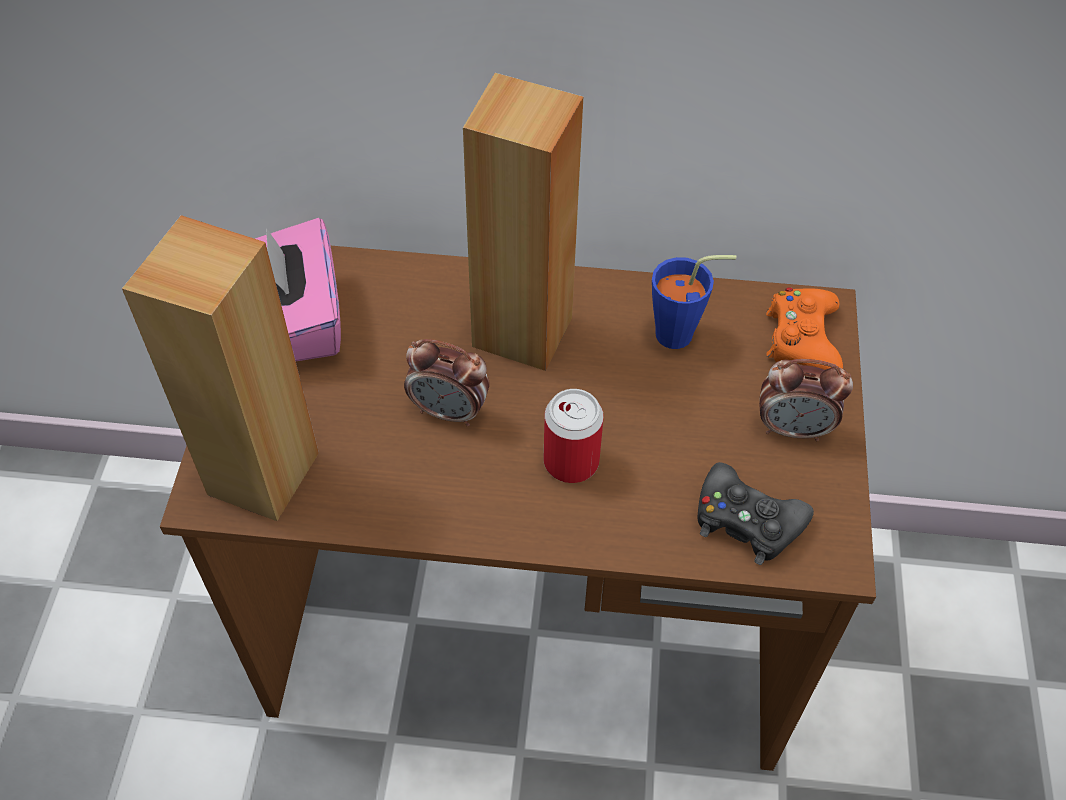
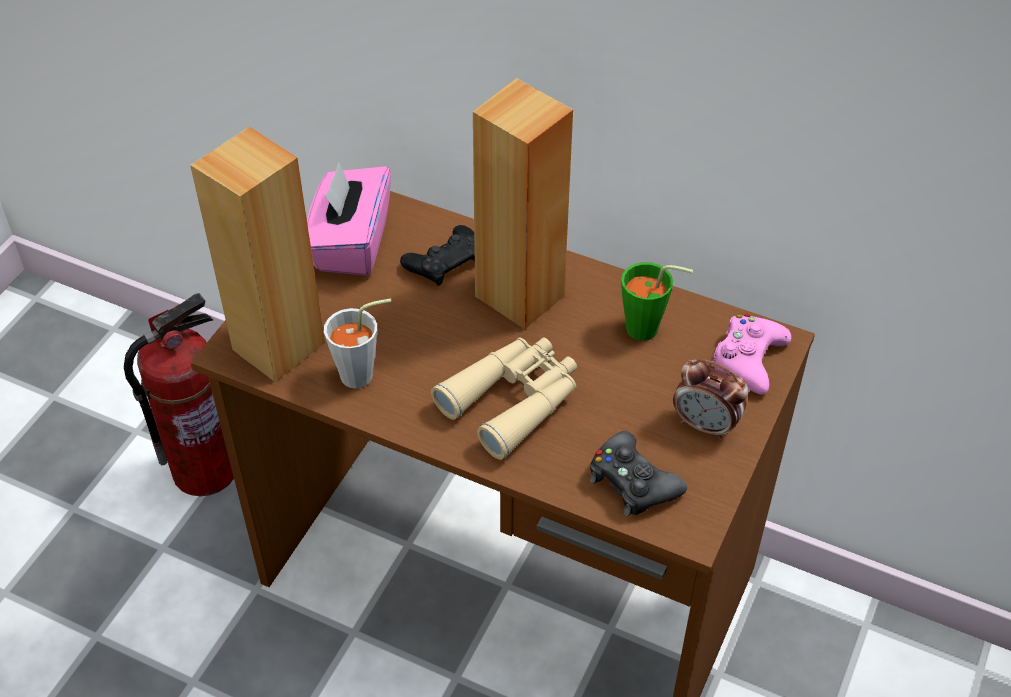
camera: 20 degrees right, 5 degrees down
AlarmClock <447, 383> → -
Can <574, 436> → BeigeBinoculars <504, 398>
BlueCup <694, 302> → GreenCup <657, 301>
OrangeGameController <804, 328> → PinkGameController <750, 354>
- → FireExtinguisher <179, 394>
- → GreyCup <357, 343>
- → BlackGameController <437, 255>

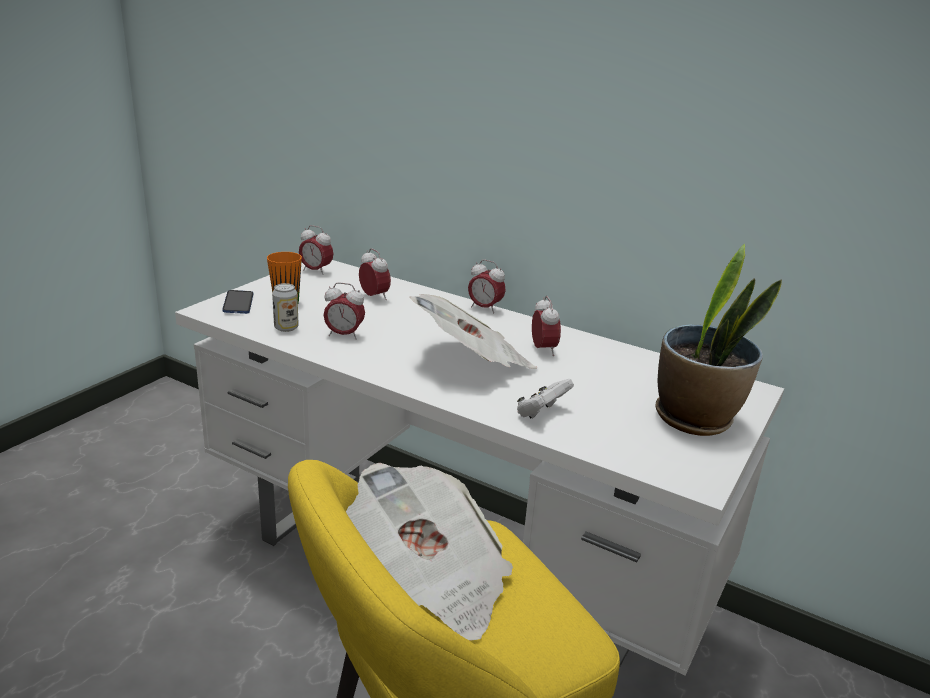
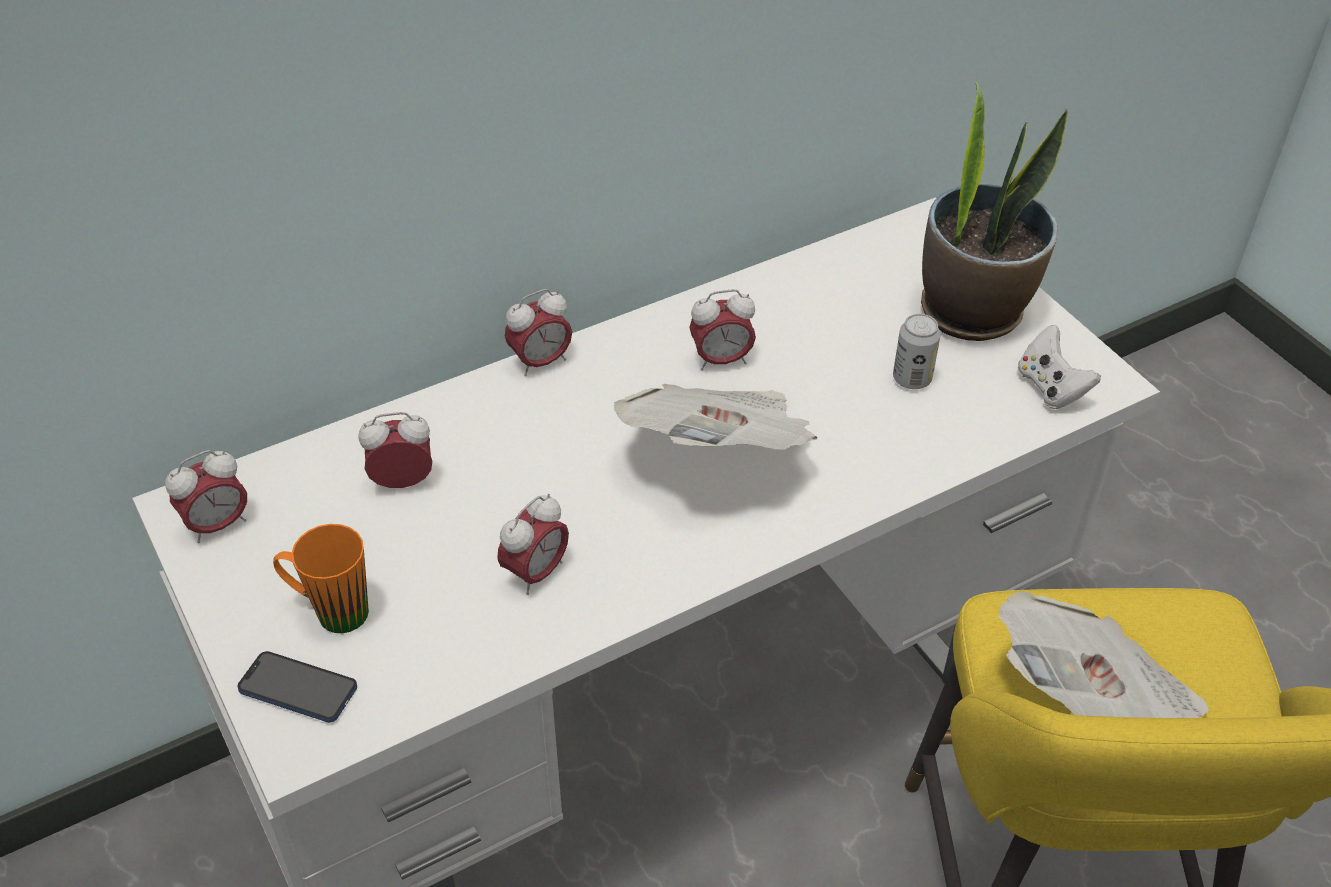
camera: 60 degrees left, 20 degrees up
Can <285, 307> → Can <917, 351>, move
WhiteGameController <545, 398> → WhiteGameController <1059, 367>, move
AlarmClock <546, 326> → AlarmClock <723, 330>, 150 degrees clockwise

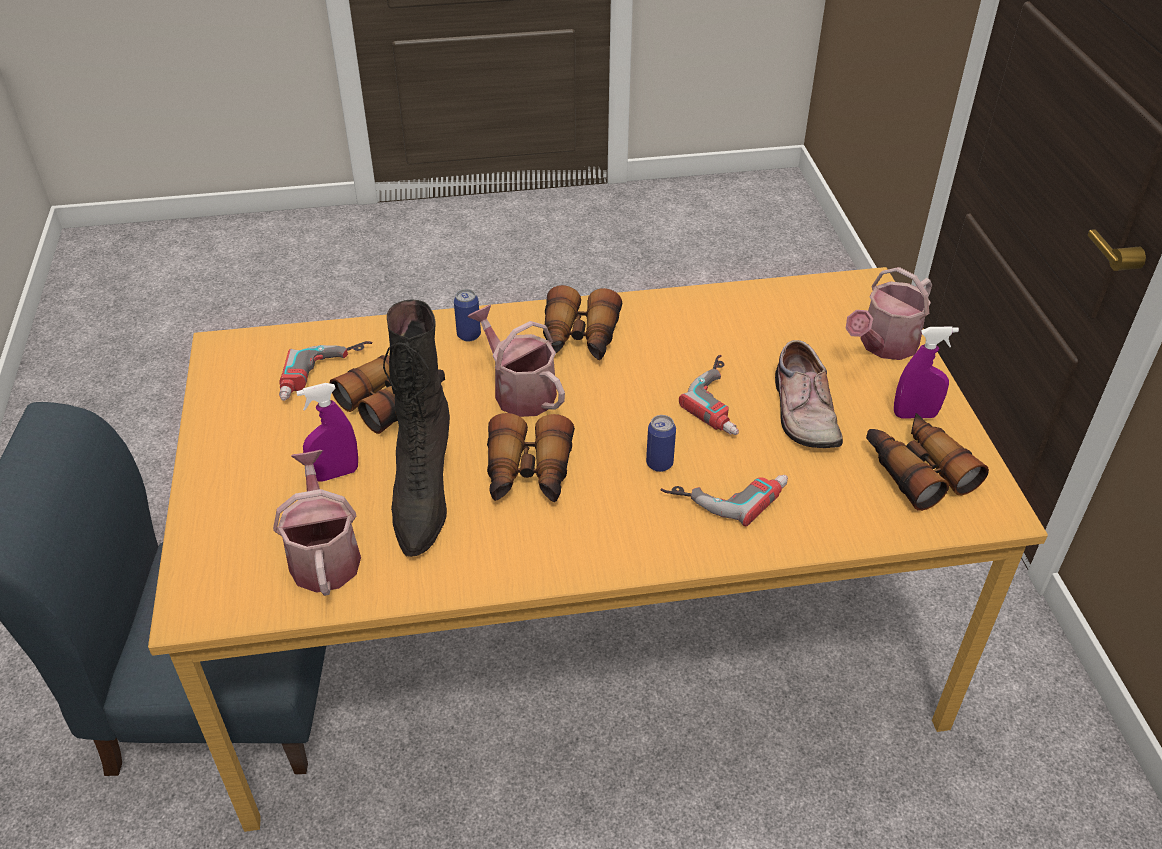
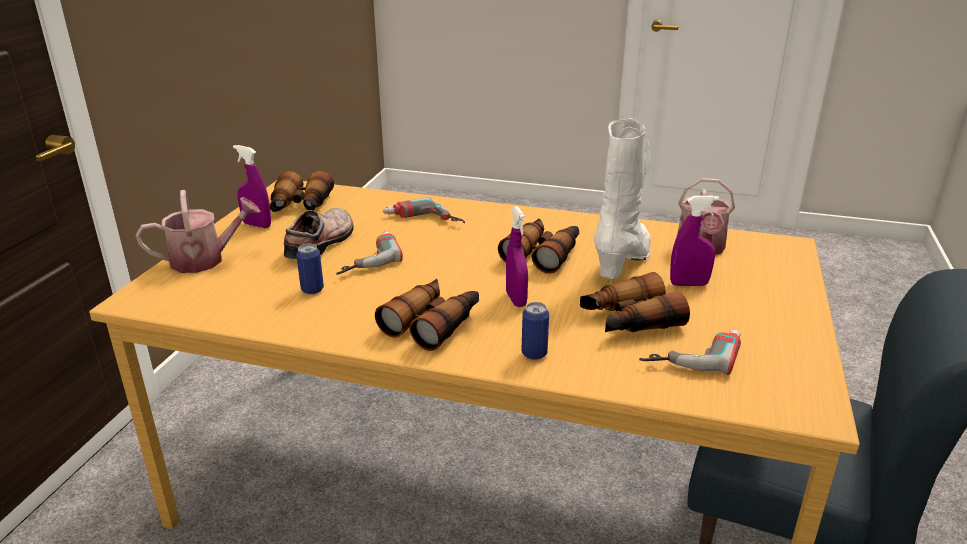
camera: 155 degrees left, 15 degrees down
BlackBoot <416, 428> → WhiteBoot <622, 198>
WateringCan <516, 361> → PurpleSprayBottle <517, 256>
Can <661, 443> → Can <310, 269>, move

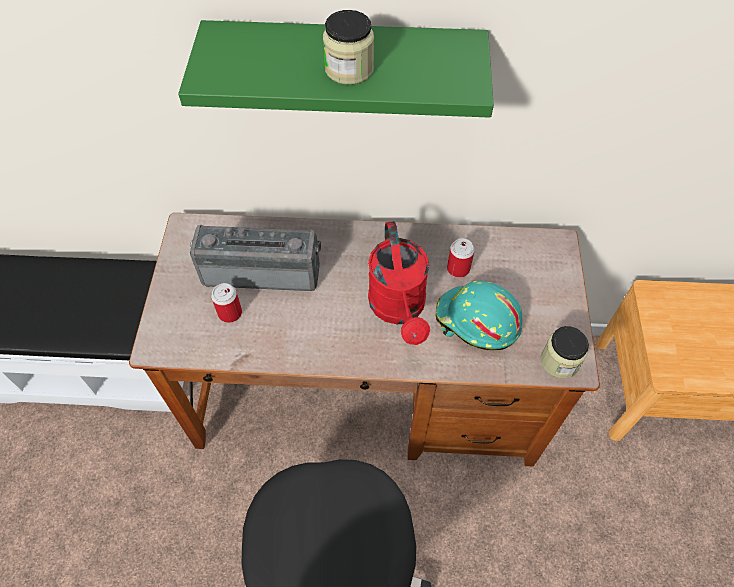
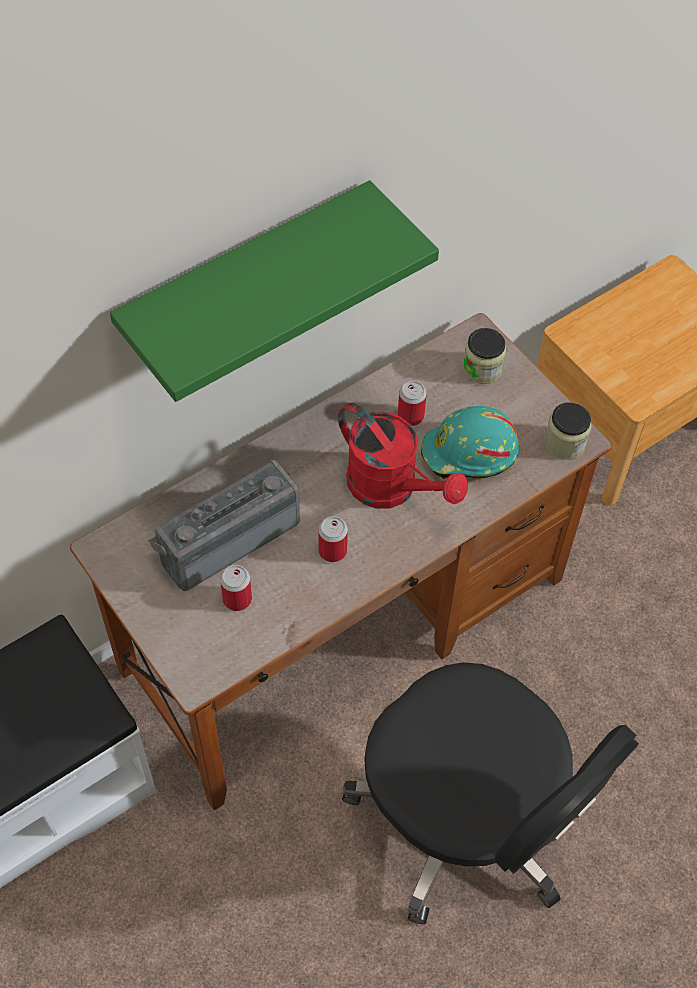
camera: 40 degrees left, 0 degrees up
Jar <348, 47> → Jar <484, 356>, move
- → Can <333, 539>

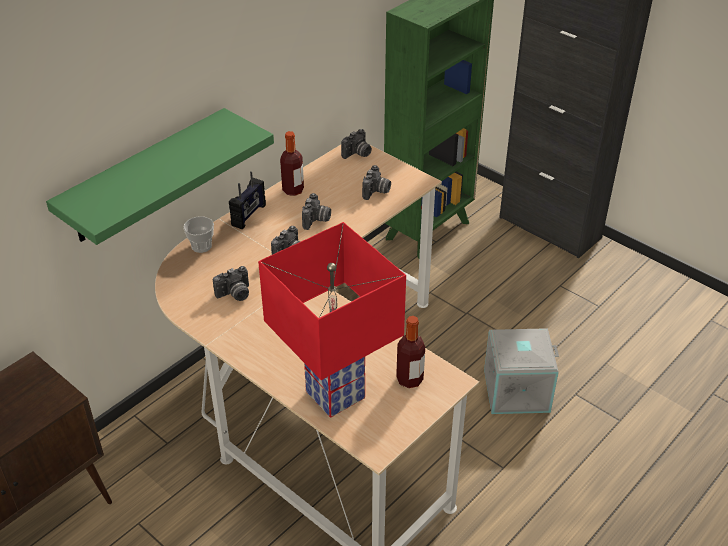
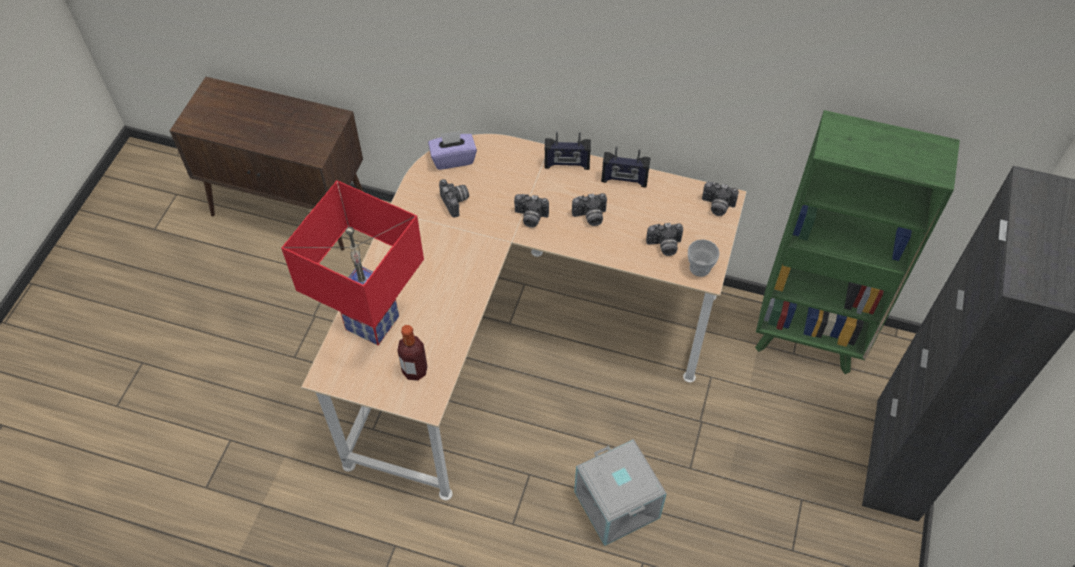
camera: 65 degrees right, 15 degrees up
GreenShelf <160, 176> → -
Cup <198, 234> → Cup <704, 258>, move
PhotoCamera <231, 283> → PhotoCamera <454, 198>, 150 degrees counterclockwise
Bottle <292, 163> → Radio <625, 166>
- → PurpleTissueBox <452, 150>

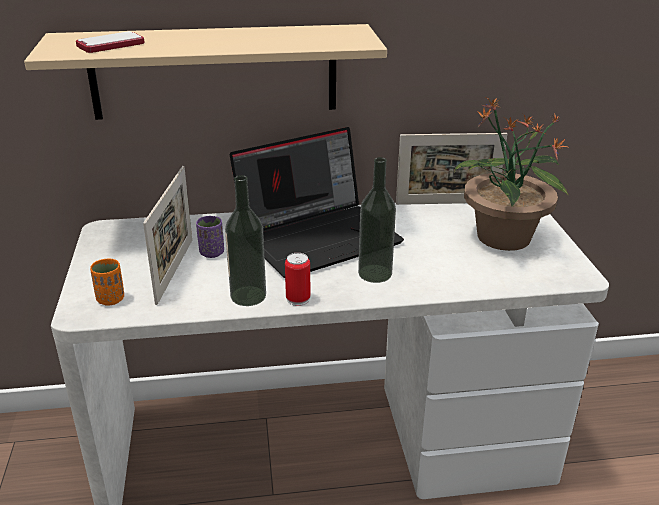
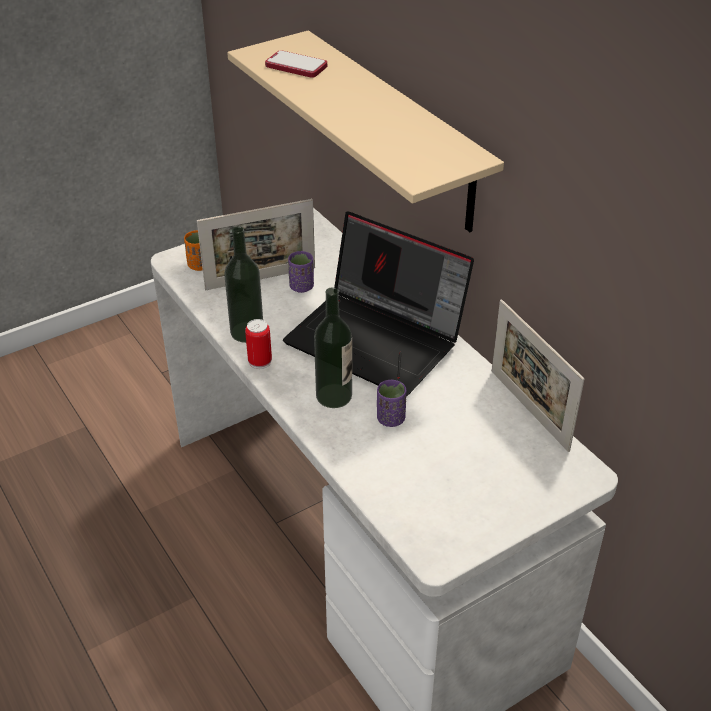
camera: 65 degrees right, 10 degrees up
PottedPlant <511, 174> → -
- → PurpleCup <391, 403>

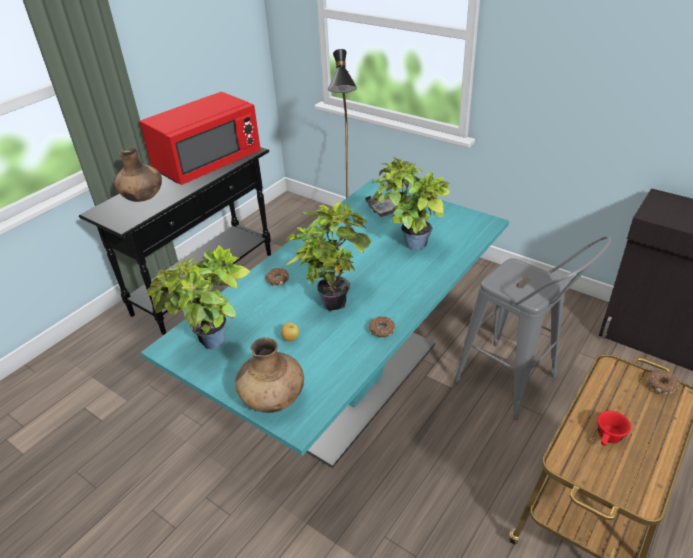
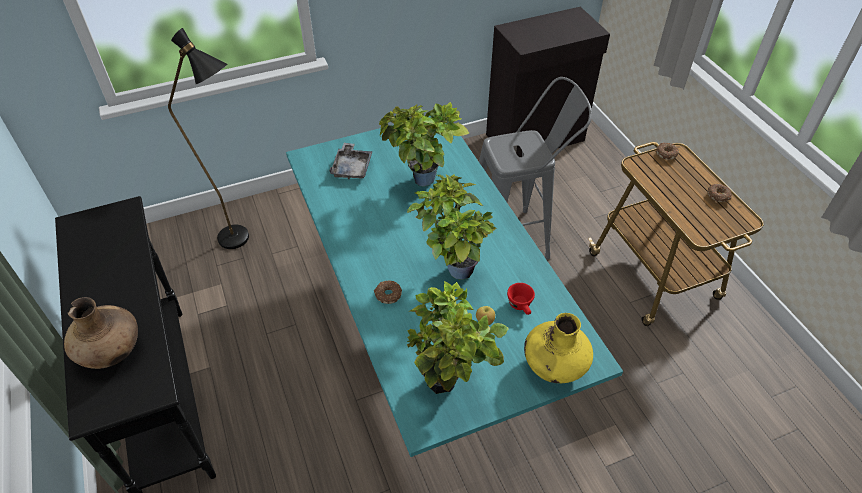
camera: 60 degrees left, 10 degrees up
RedMicrowave <200, 138> → -
BrownVase <269, 375> → YellowVase <558, 348>
Donut <381, 326> → Donut <719, 193>, move
RedCup <614, 428> → RedCup <521, 299>, move

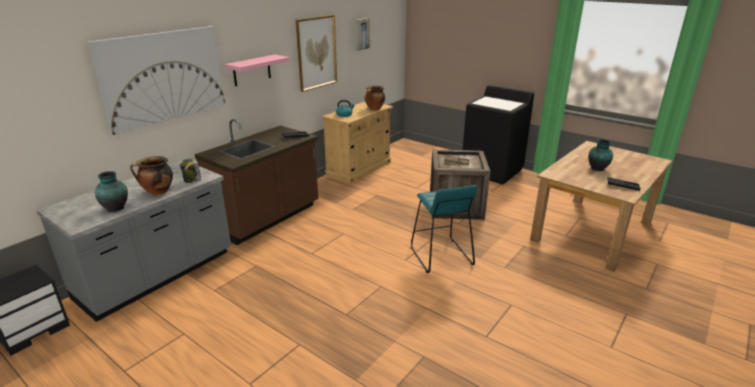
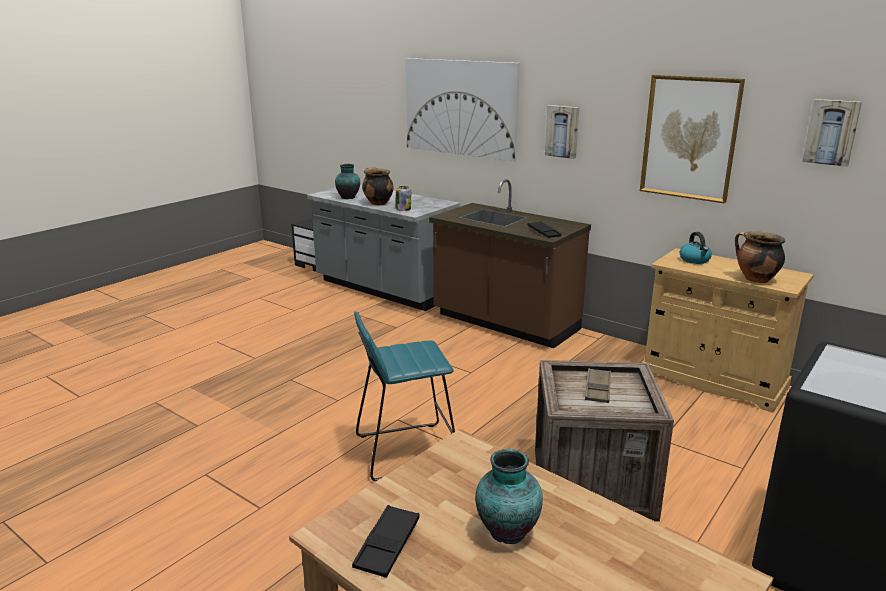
camera: 90 degrees right, 5 degrees down
PinkShelf <257, 70> → Picture <562, 132>

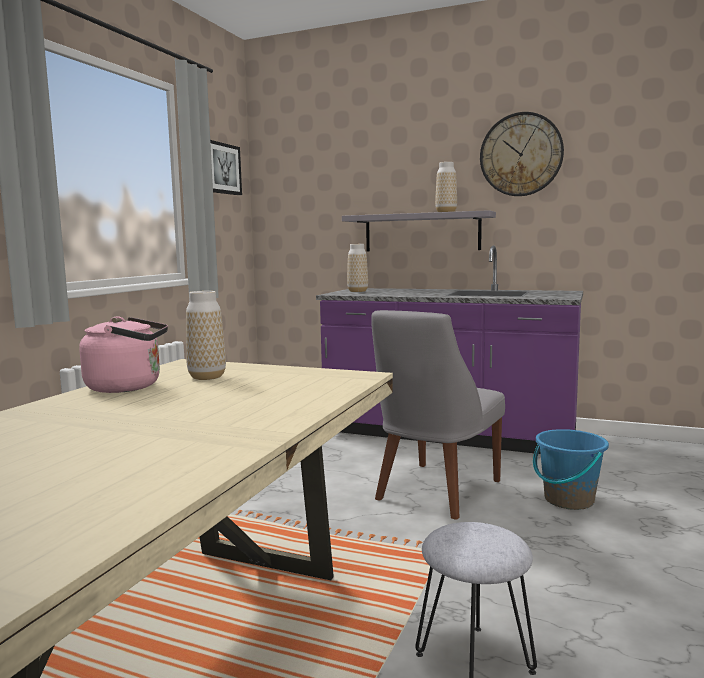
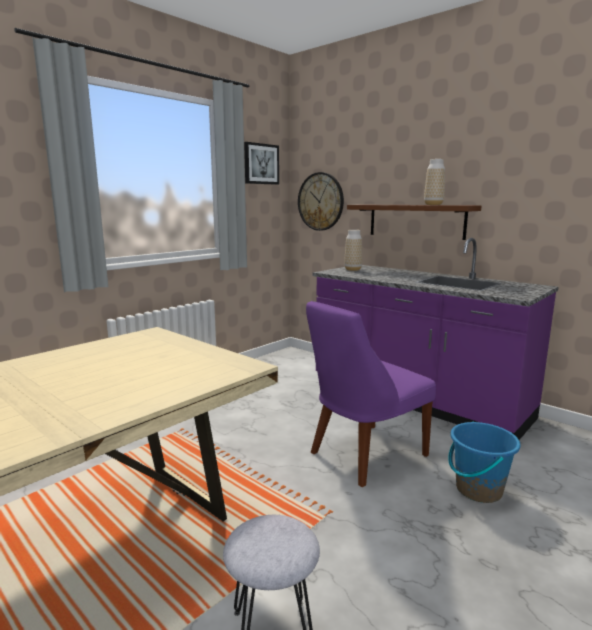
camera: 20 degrees right, 5 degrees up
PinkKettle <123, 354> → -
Vase <206, 335> → -
GreyShelf <419, 230> → BrownShelf <414, 222>
GreyChair <438, 415> → PurpleChair <371, 394>
WallClock <522, 154> → WallClock <321, 201>, move

